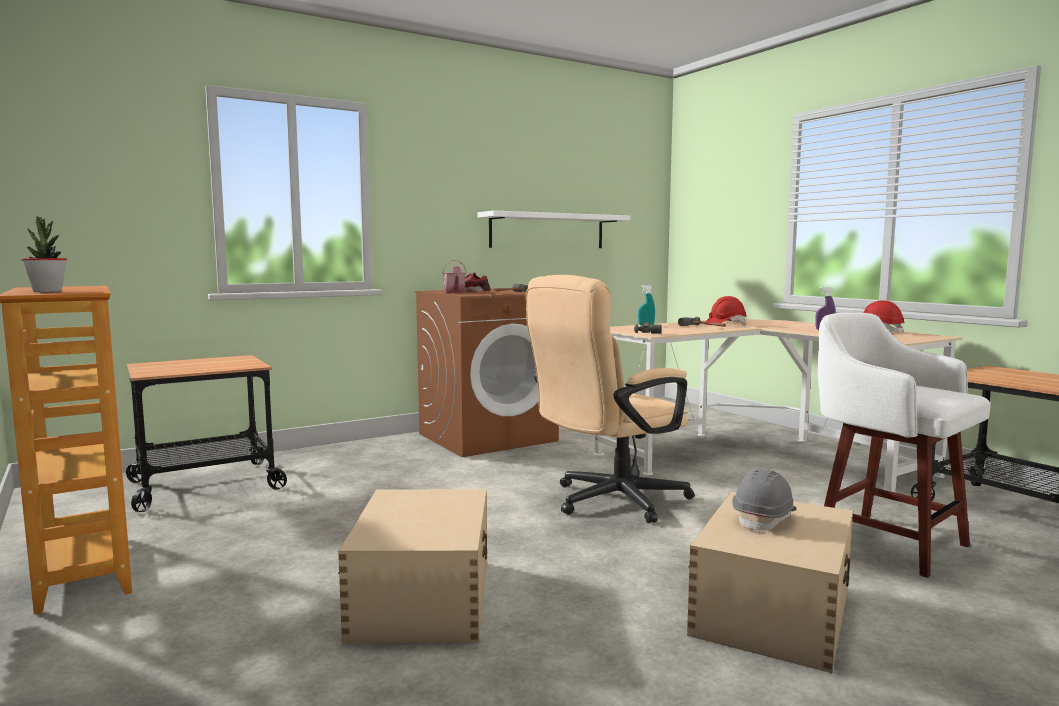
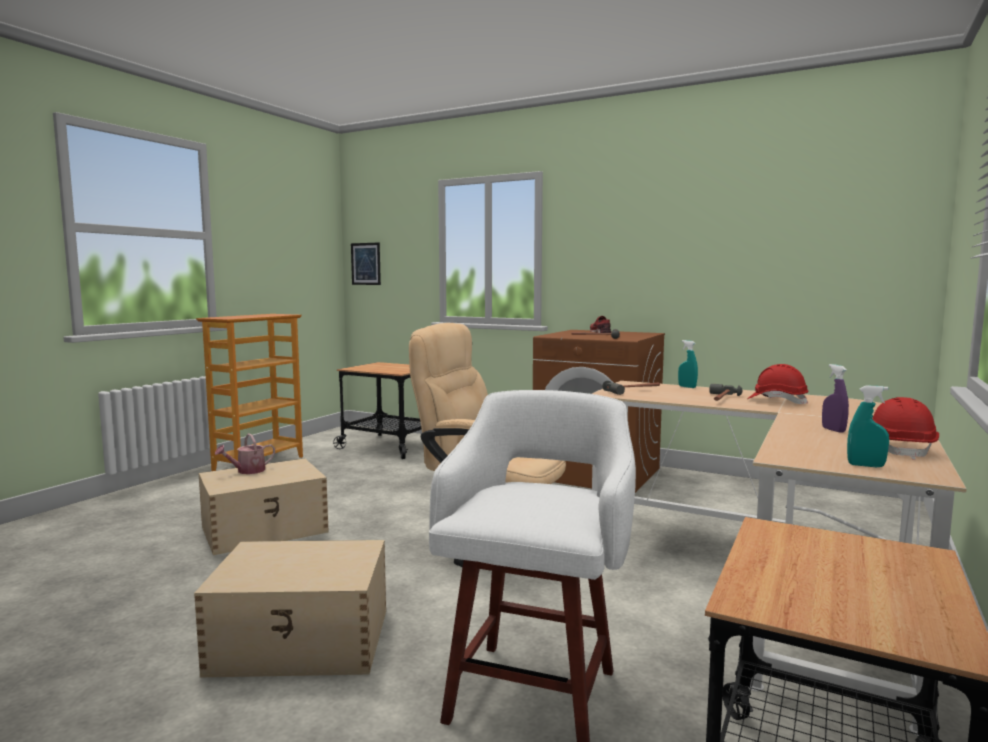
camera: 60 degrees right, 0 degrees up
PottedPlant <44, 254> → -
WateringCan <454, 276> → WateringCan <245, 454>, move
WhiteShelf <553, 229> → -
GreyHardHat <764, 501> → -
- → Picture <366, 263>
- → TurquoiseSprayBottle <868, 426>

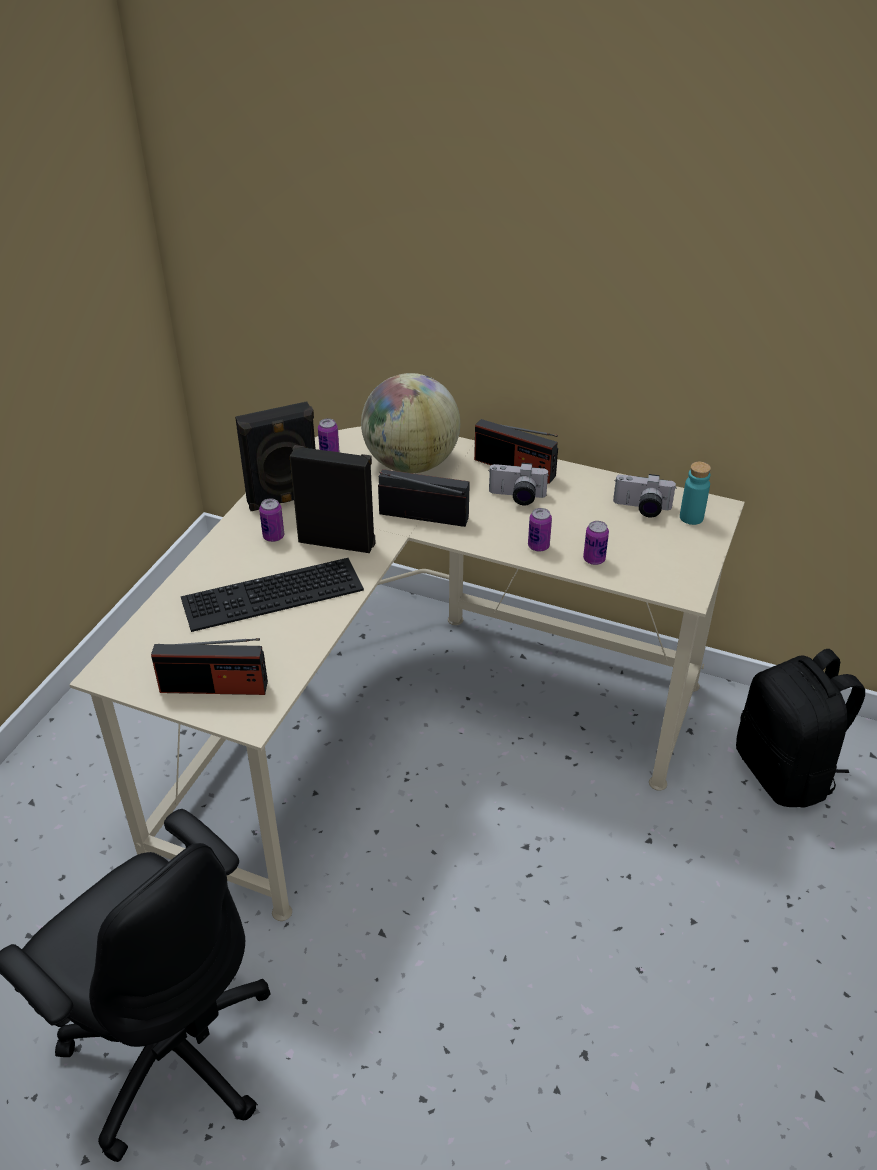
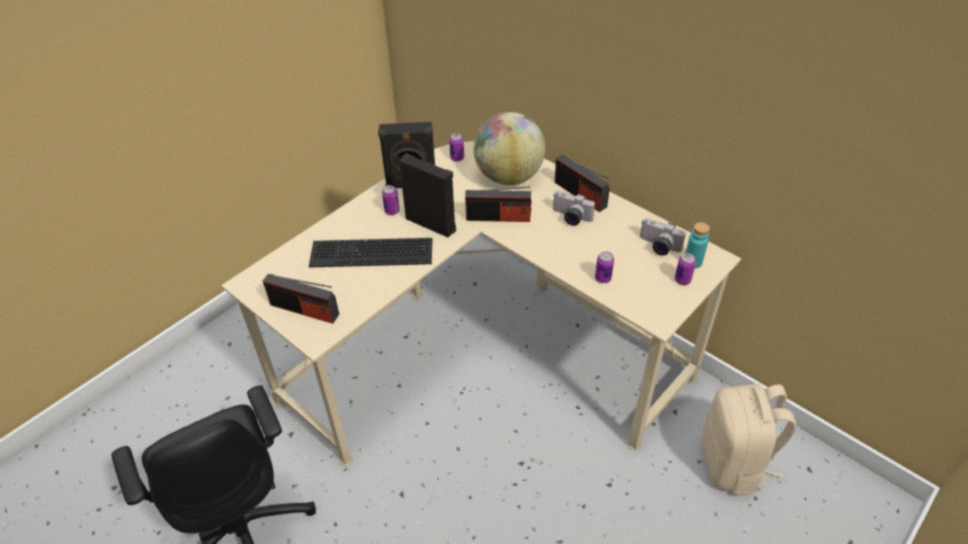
camera: 20 degrees right, 5 degrees up
Radio <424, 498> → Radio <498, 204>, 150 degrees clockwise
Can <540, 530> → Can <685, 269>, move
BlackBackpack <800, 728> → BeigeBackpack <749, 439>

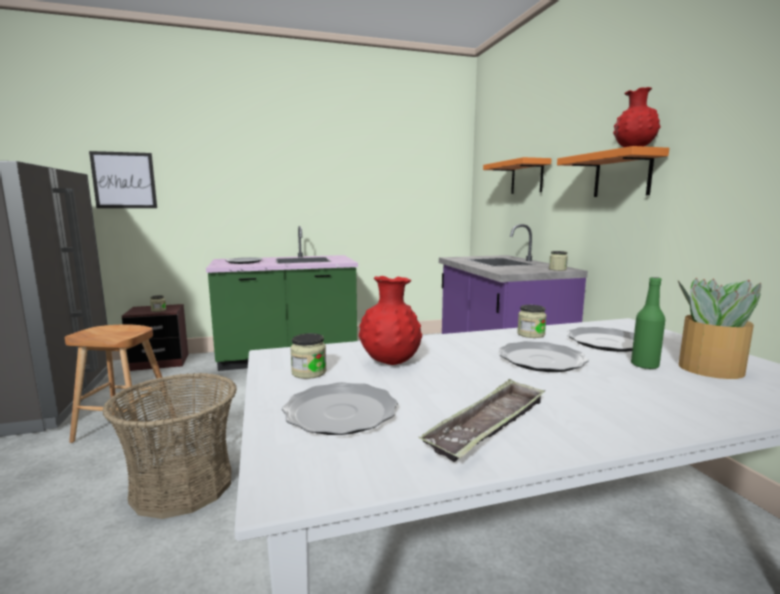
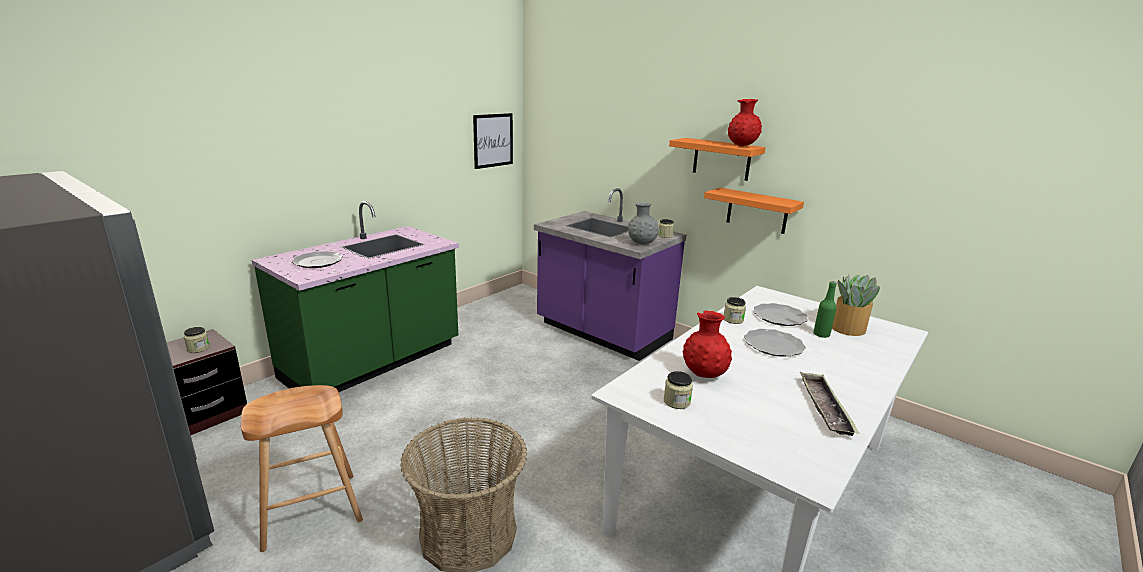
camera: 35 degrees left, 10 degrees up
Picture <123, 179> → Picture <493, 141>, move
Plate <340, 408> → -
OrangeShelf <517, 175> → OrangeShelf <754, 211>, move
- → GreyVase <643, 223>

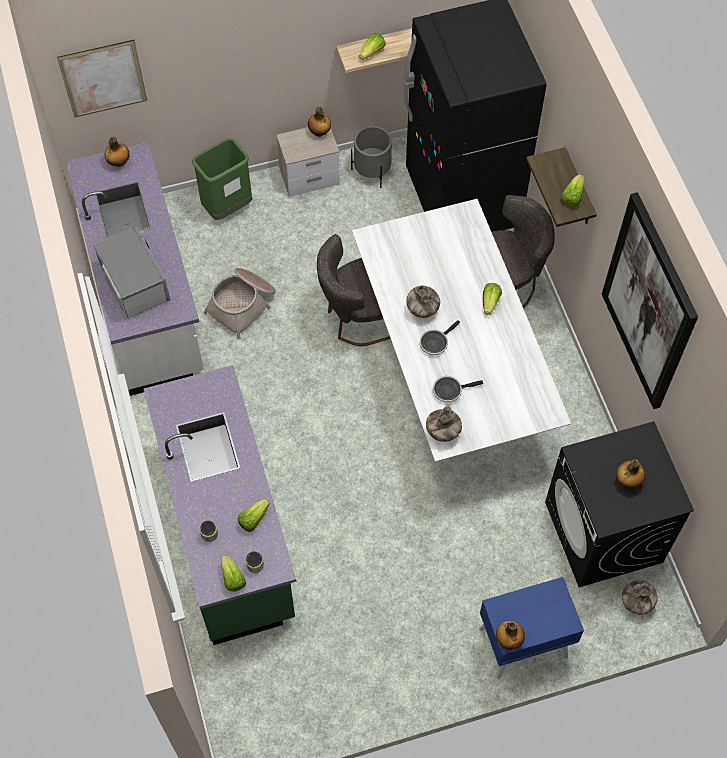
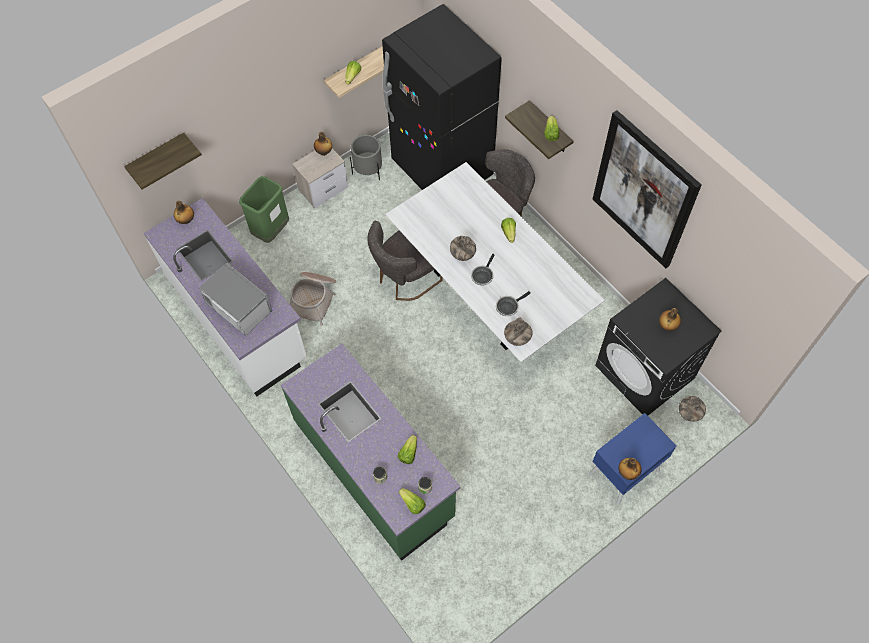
camera: 20 degrees left, 0 degrees up
Picture <102, 79> → Shelf <163, 161>

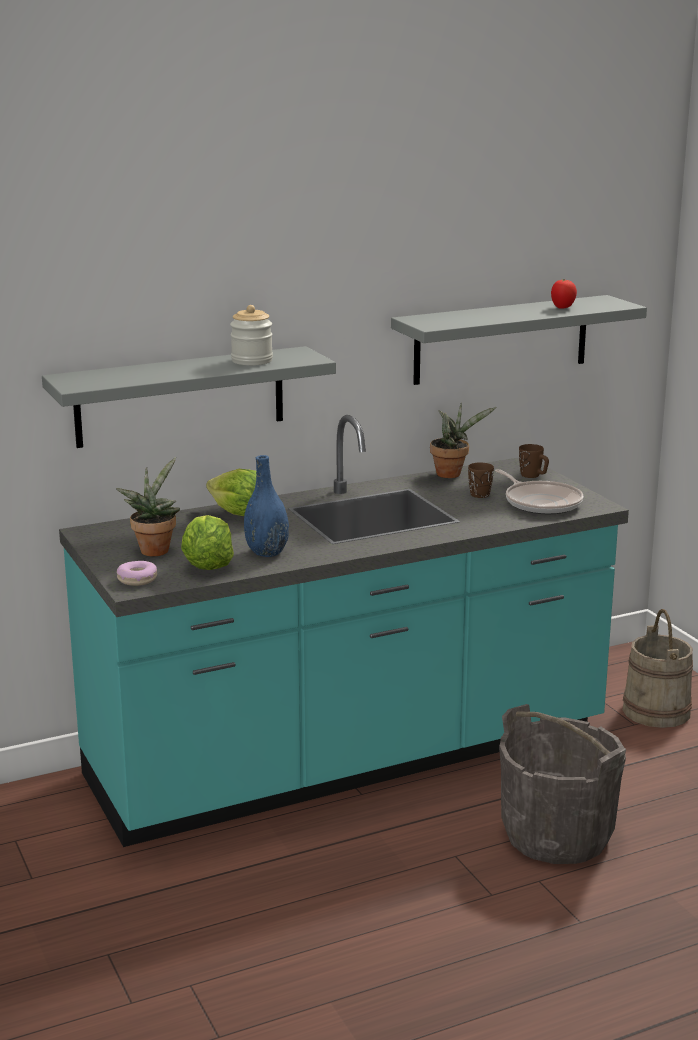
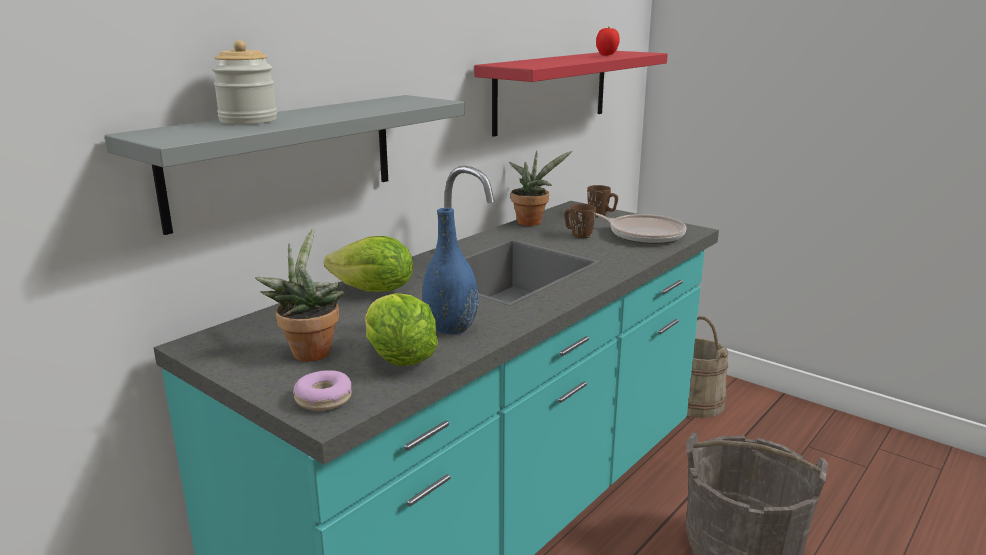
camera: 25 degrees left, 0 degrees up
Jar <251, 335> → Jar <244, 82>, move
GreyShelf <519, 340> → RedShelf <571, 94>

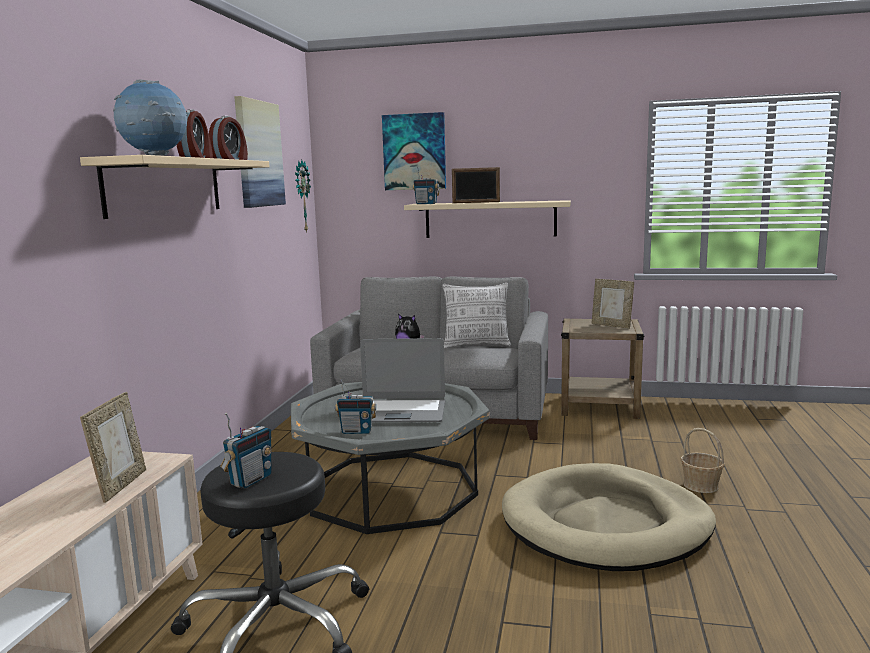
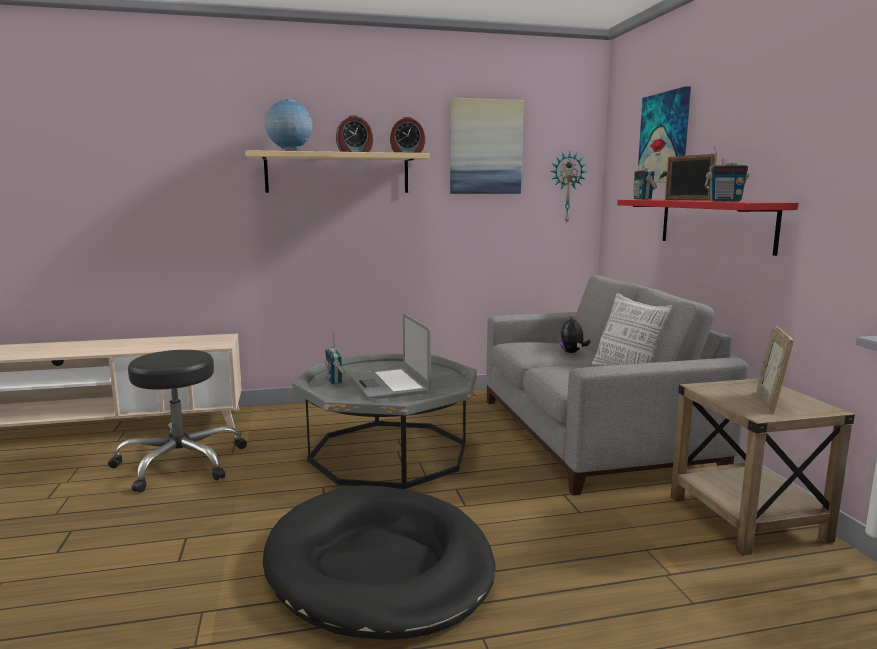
camera: 65 degrees right, 0 degrees up
PictureFrame <113, 447> → -
Radio <246, 451> → Radio <727, 173>, move
BeigeShelf <487, 219> → RedShelf <707, 228>
BeigeDogBed <609, 517> → BlackDogBed <379, 562>
Basket <703, 460> → -

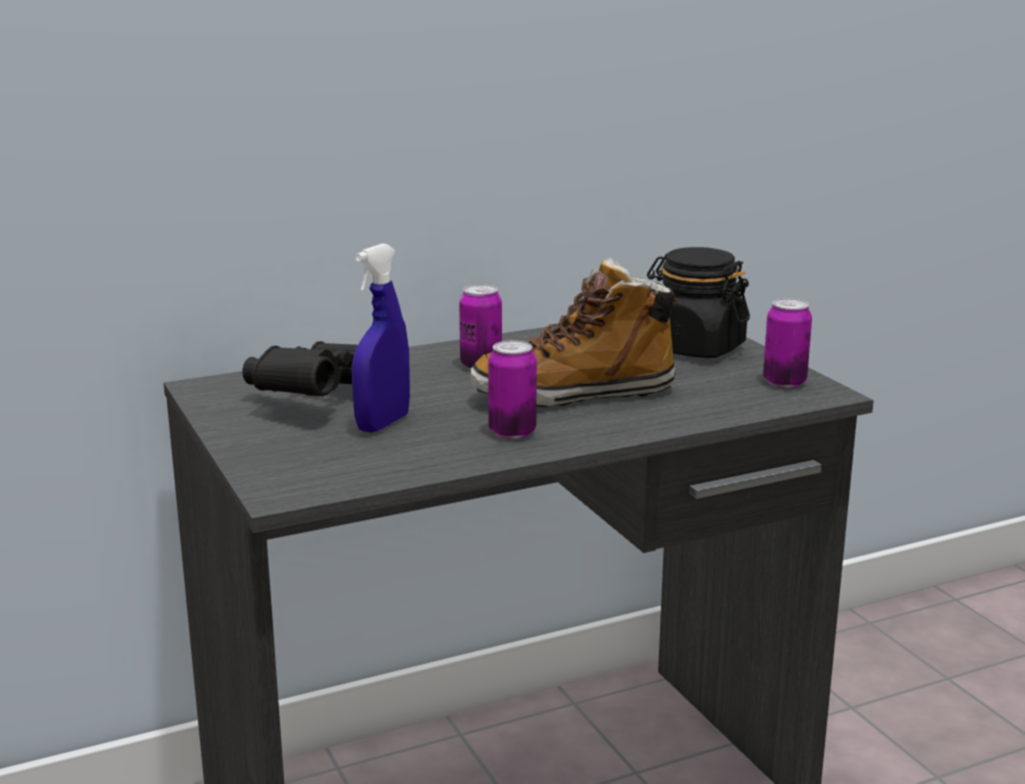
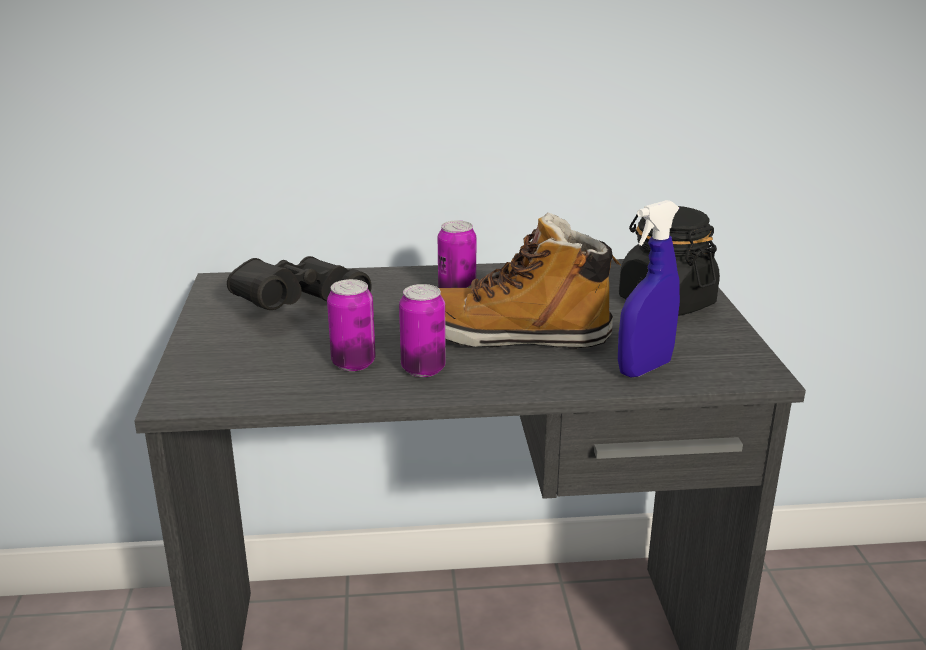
camera: 20 degrees right, 5 degrees up
BlueSprayBottle <381, 338> → BlueSprayBottle <649, 288>, move
Can <787, 343> → Can <351, 325>, move

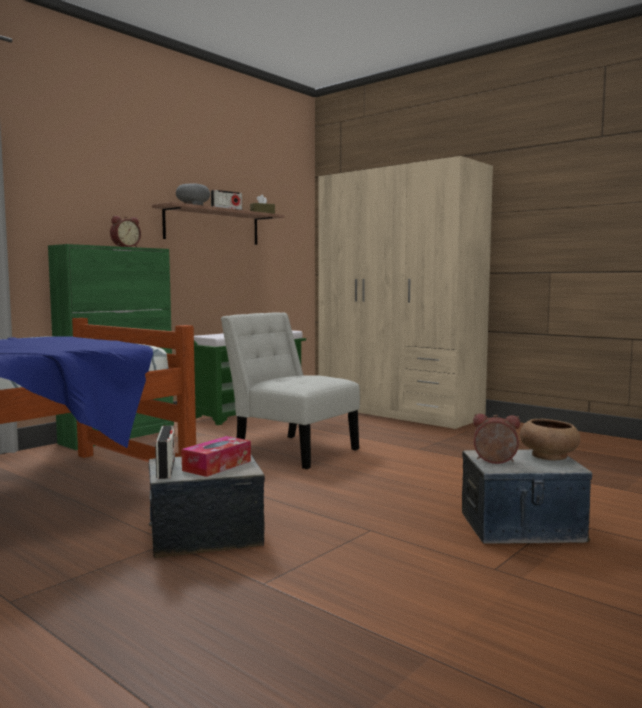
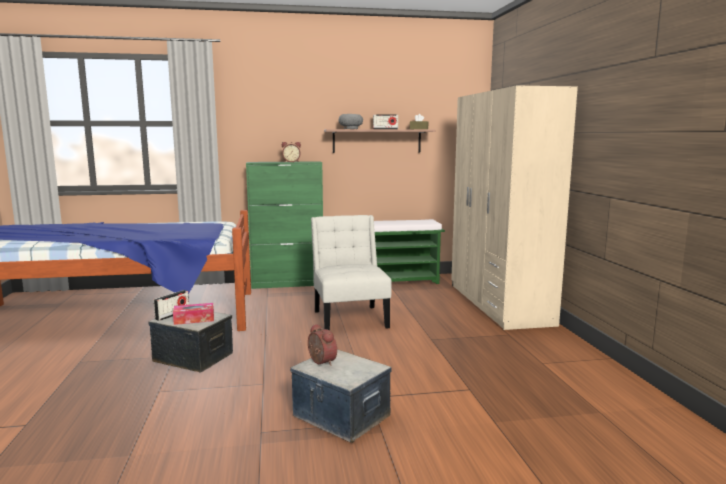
camera: 40 degrees right, 5 degrees up
BrownBowl <550, 439> → -

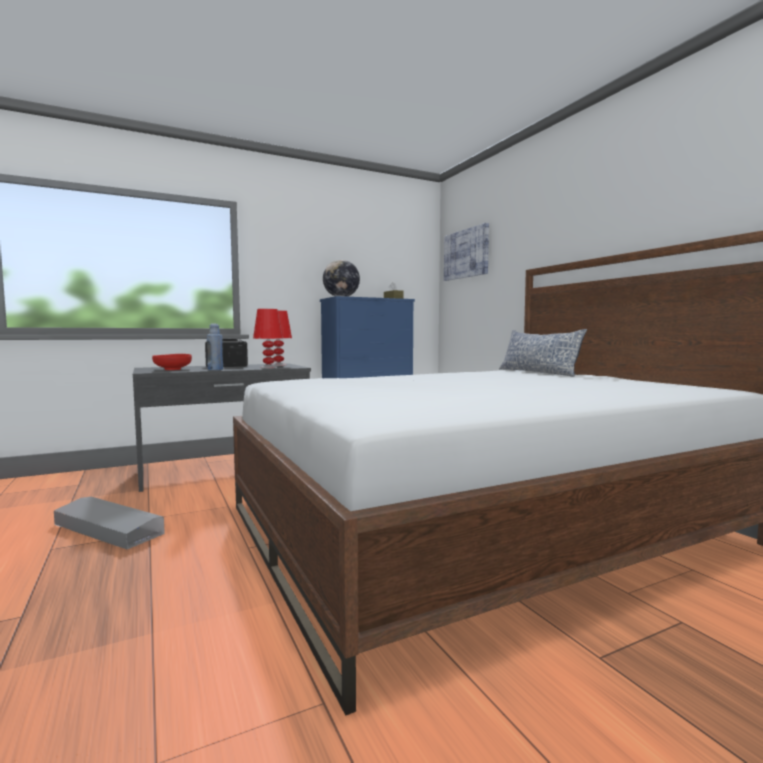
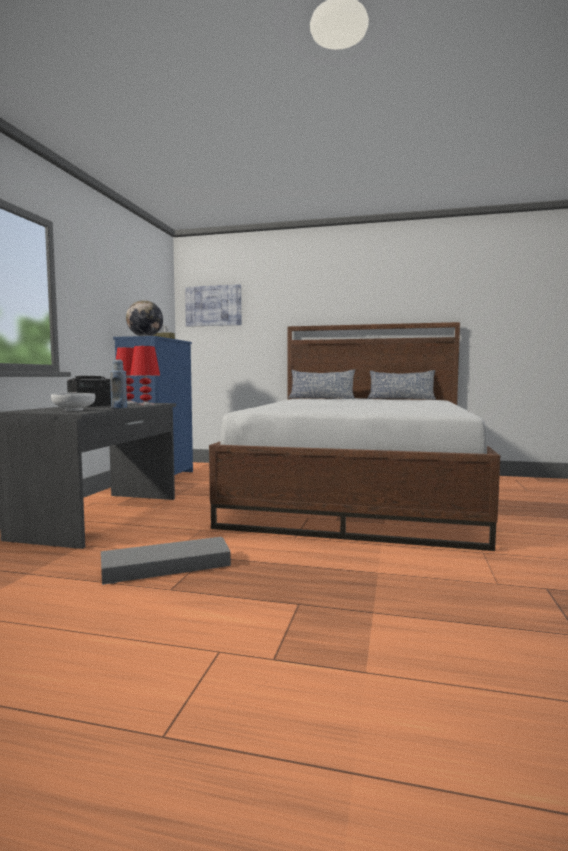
camera: 50 degrees left, 0 degrees up
RedBowl <172, 362> → WhiteBowl <73, 402>
- → Pillow <401, 385>

